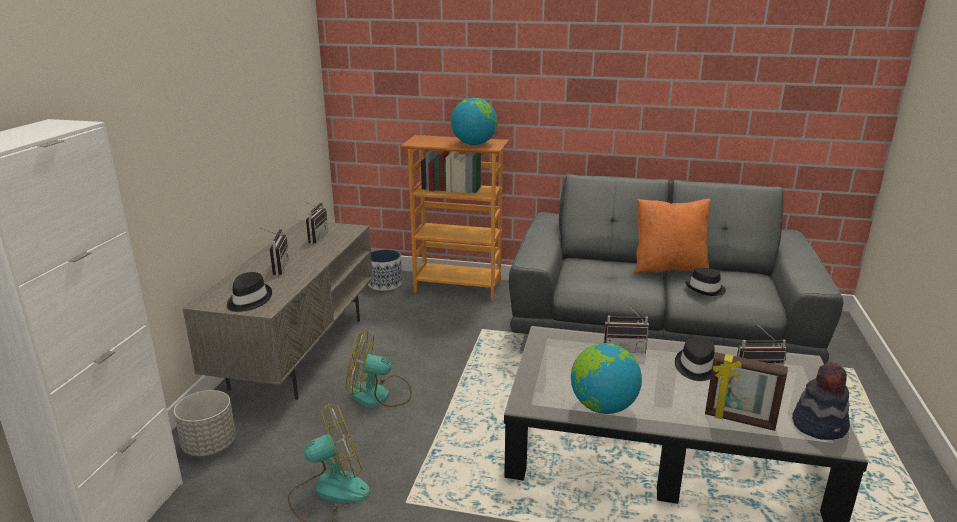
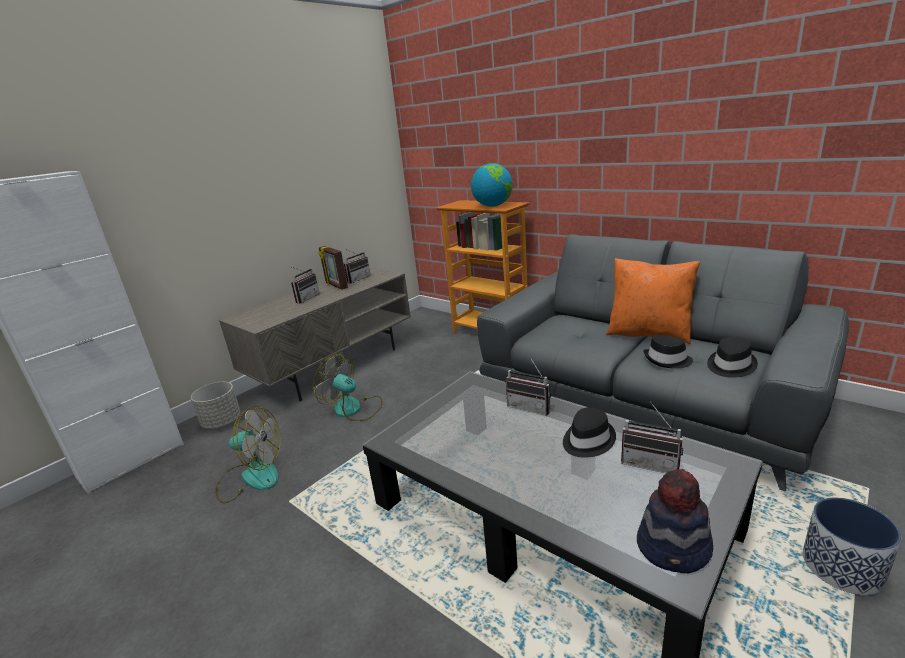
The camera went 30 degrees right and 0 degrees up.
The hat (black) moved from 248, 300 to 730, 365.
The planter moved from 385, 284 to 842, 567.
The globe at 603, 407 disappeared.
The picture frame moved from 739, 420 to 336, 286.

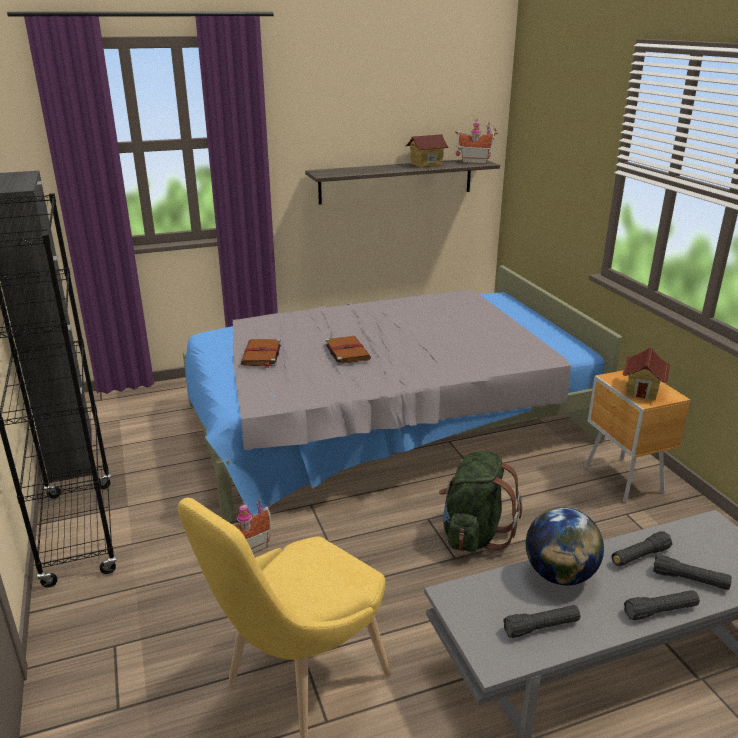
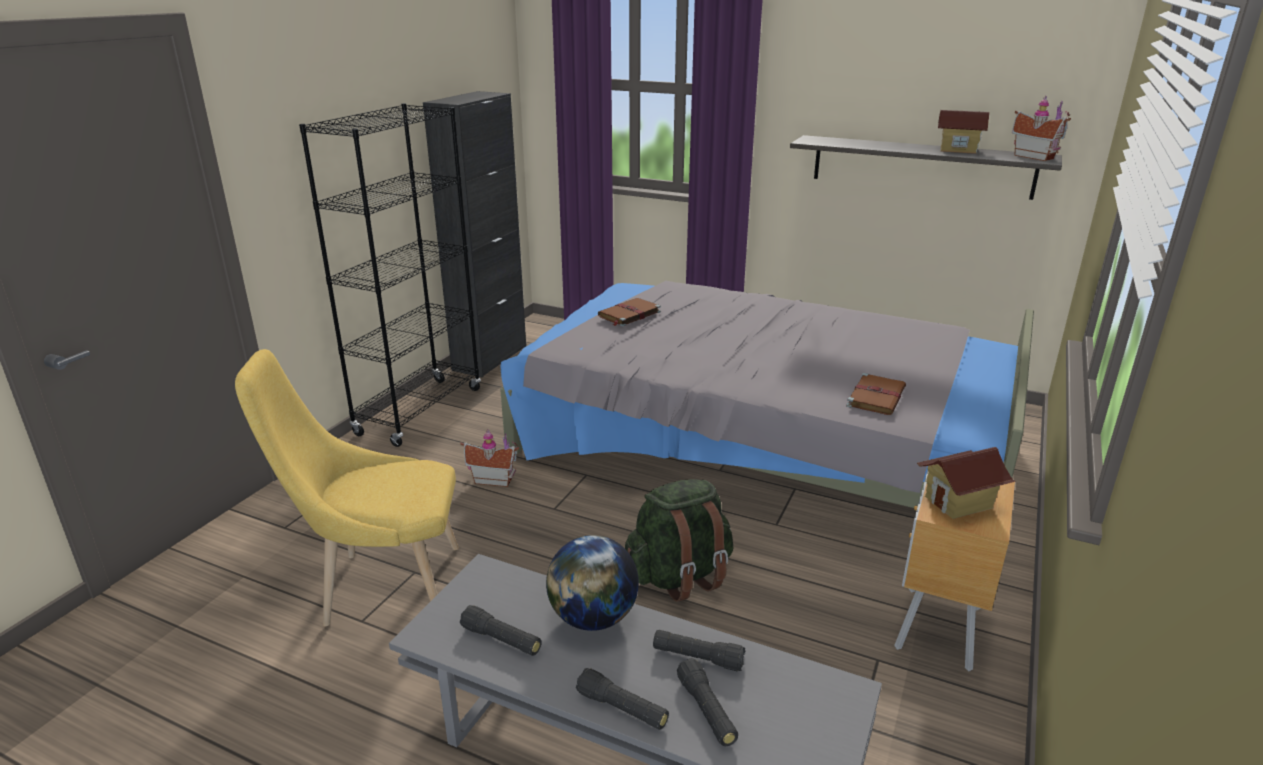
The camera went 45 degrees right and 0 degrees up.
The book (brown) moved from 346, 351 to 876, 396.

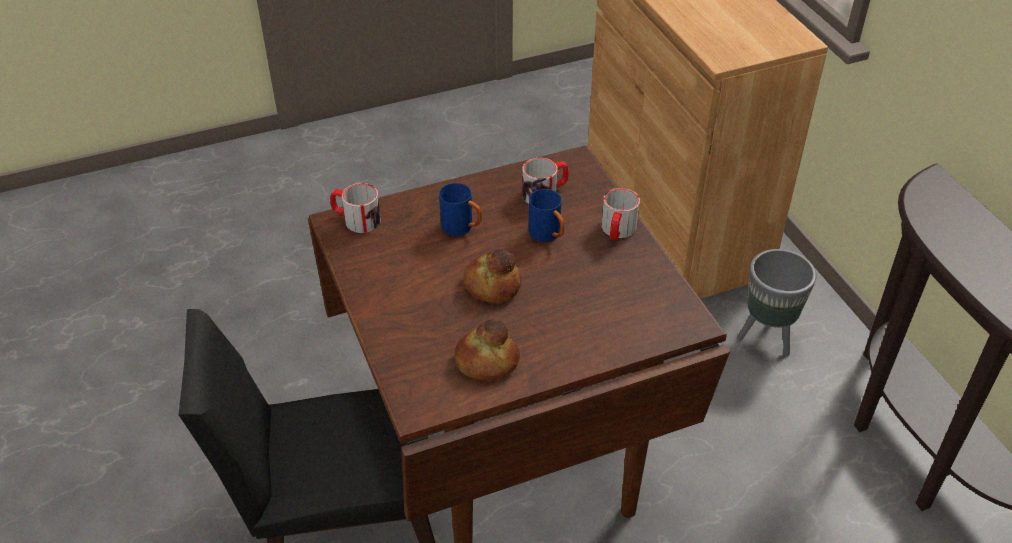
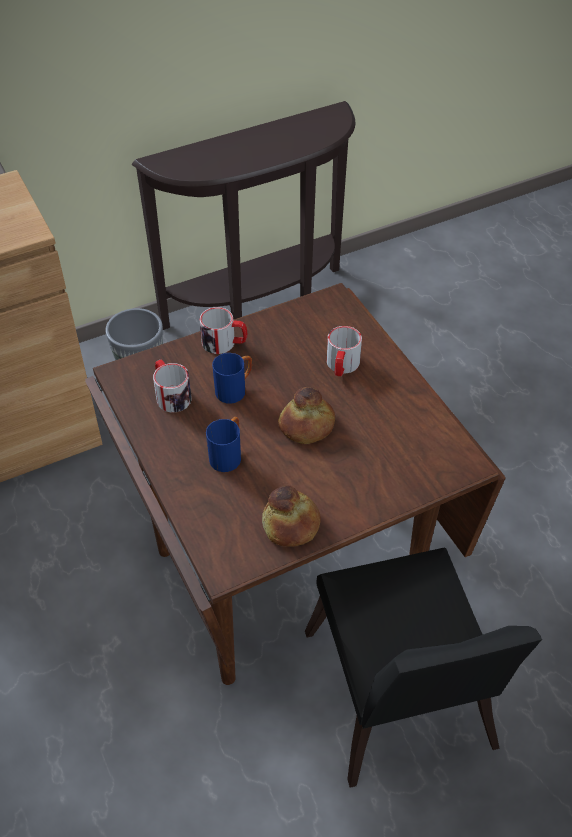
The camera went 95 degrees left and 5 degrees up.
The mug moved from 356, 219 to 341, 366.
The bread moved from 486, 361 to 291, 524.

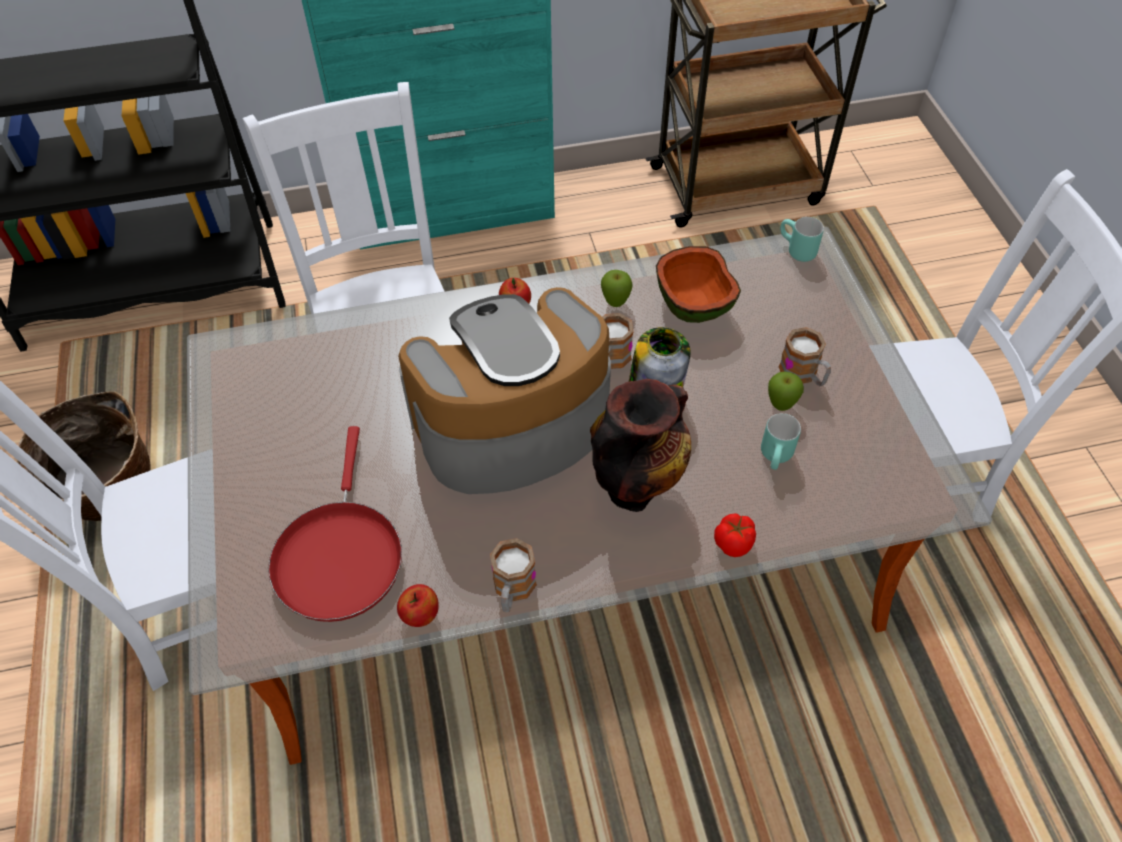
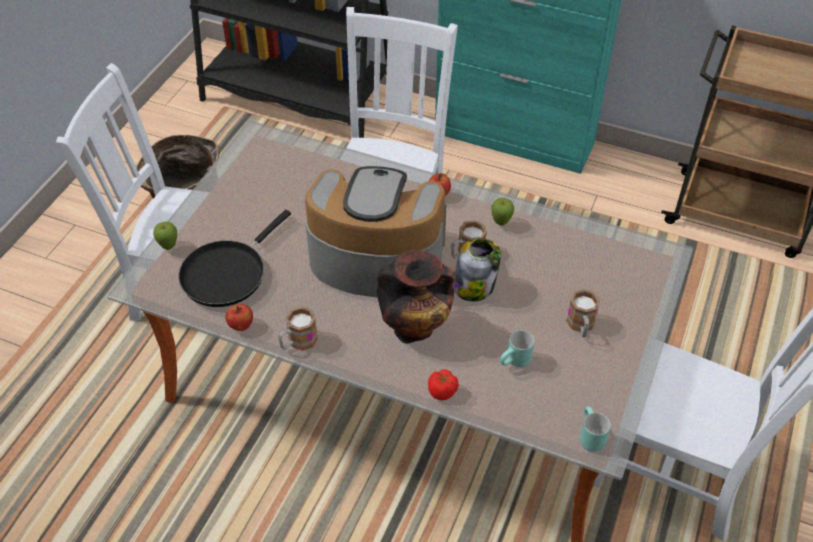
The camera went 35 degrees right and 5 degrees down.
The frying pan (red) at 339, 555 became the frying pan (black) at 227, 273.
The bowl at 694, 304 disappeared.
The apple moved from 780, 406 to 169, 247.
The mug (turquoise) moved from 795, 251 to 588, 436.

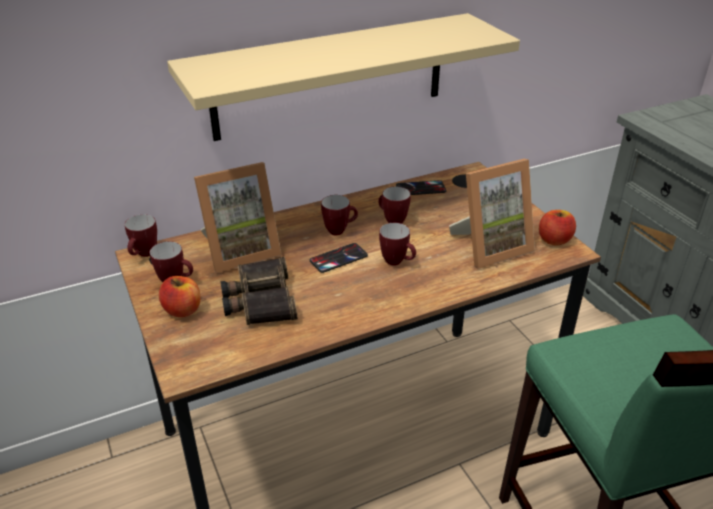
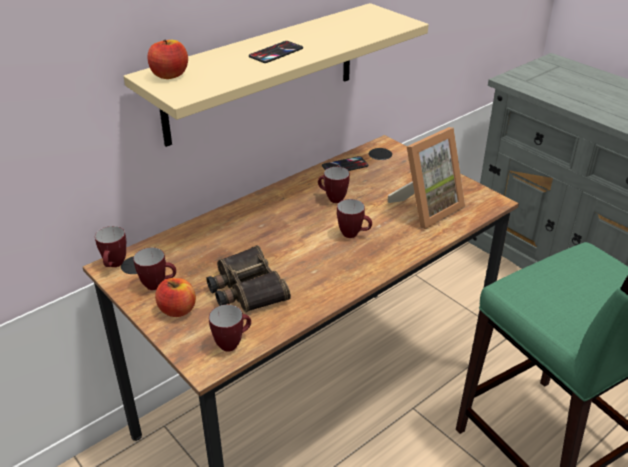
The camera went 15 degrees left and 0 degrees up.
The picture frame at 240, 251 disappeared.
The phone moved from 338, 258 to 276, 52.
The mug moved from 340, 230 to 232, 343.
The apple moved from 554, 240 to 169, 75.

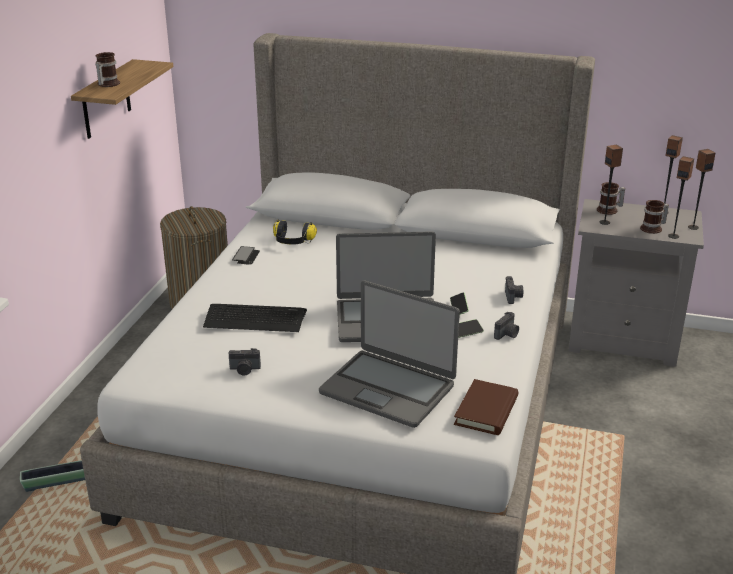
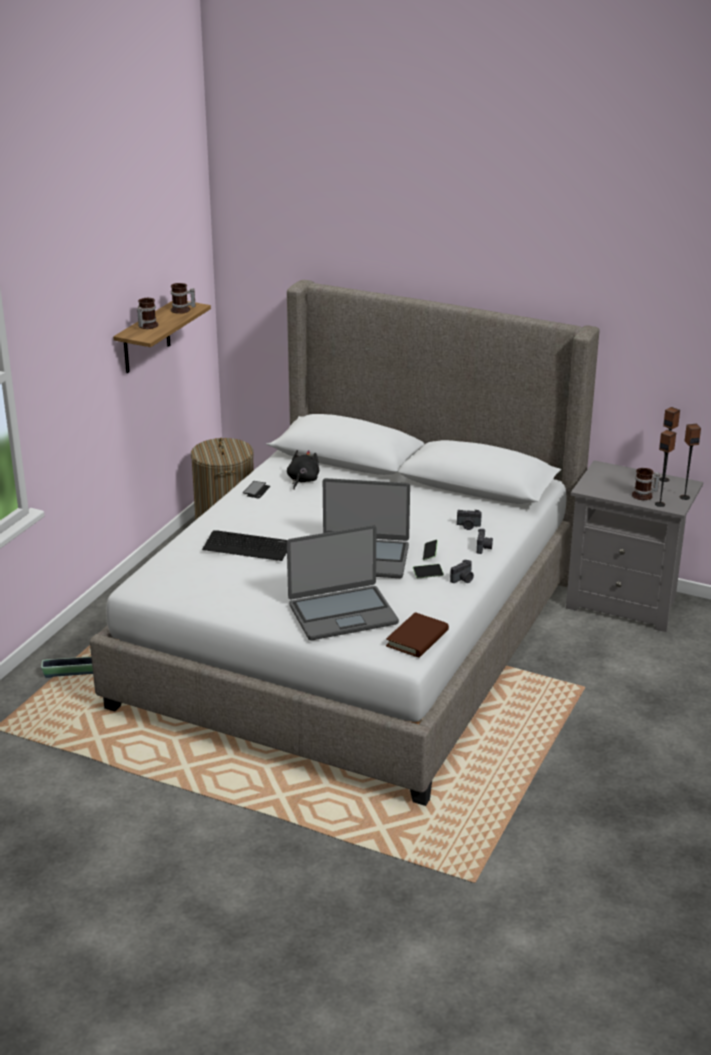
The camera went 10 degrees right and 0 degrees up.
The photo camera moved from 244, 370 to 468, 526.
The headphones at 292, 242 was replaced by the plush toy (black) at 302, 480.
The laptop at 388, 388 turned 60 degrees counterclockwise.
The mug moved from 609, 210 to 182, 310.
The speaker at 605, 222 disappeared.

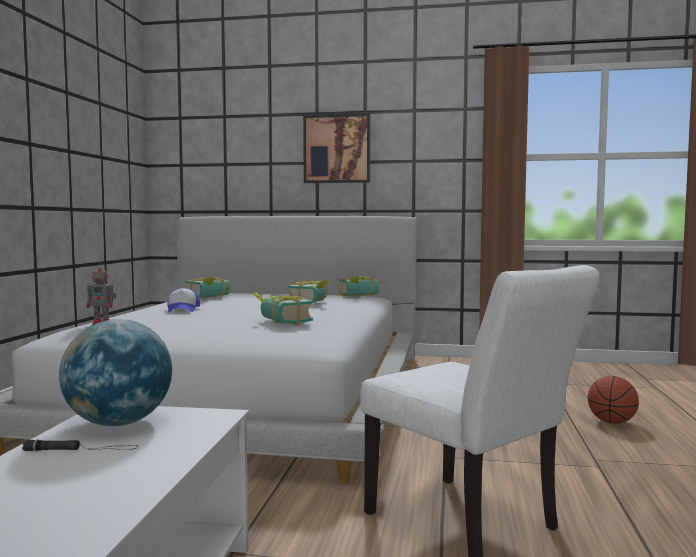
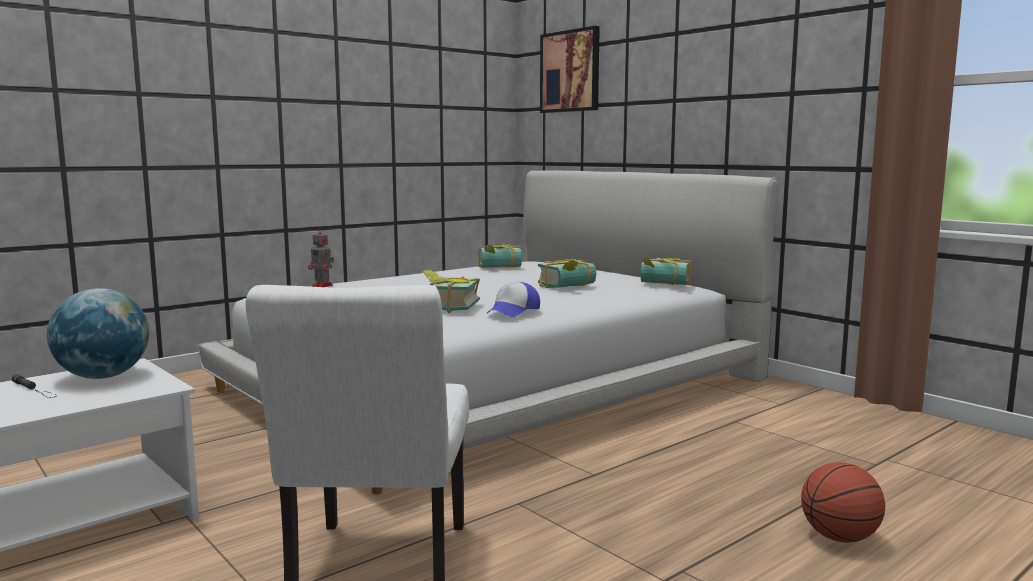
The camera went 40 degrees right and 5 degrees up.
The cap moved from 183, 310 to 513, 311.
The picture moved from 337, 149 to 570, 71.

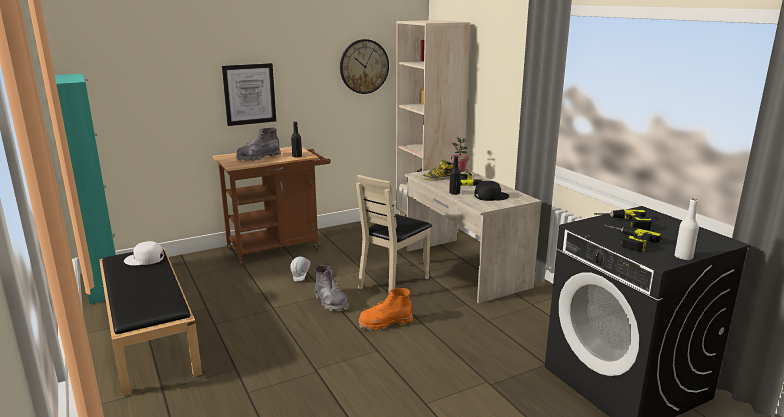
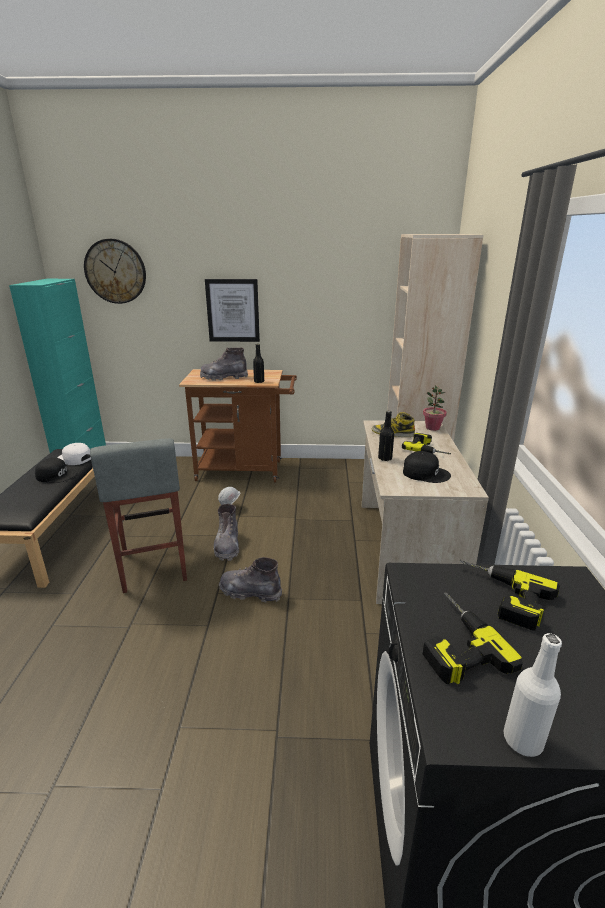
The camera went 30 degrees right and 5 degrees up.
The wall clock moved from 364, 66 to 115, 271.
The chair (beige) at 393, 282 disappeared.
The boot (orange) at 385, 323 became the boot (grey) at 250, 592.
The cap (black) at 56, 475 appeared.
The stool (grey) at 153, 567 appeared.

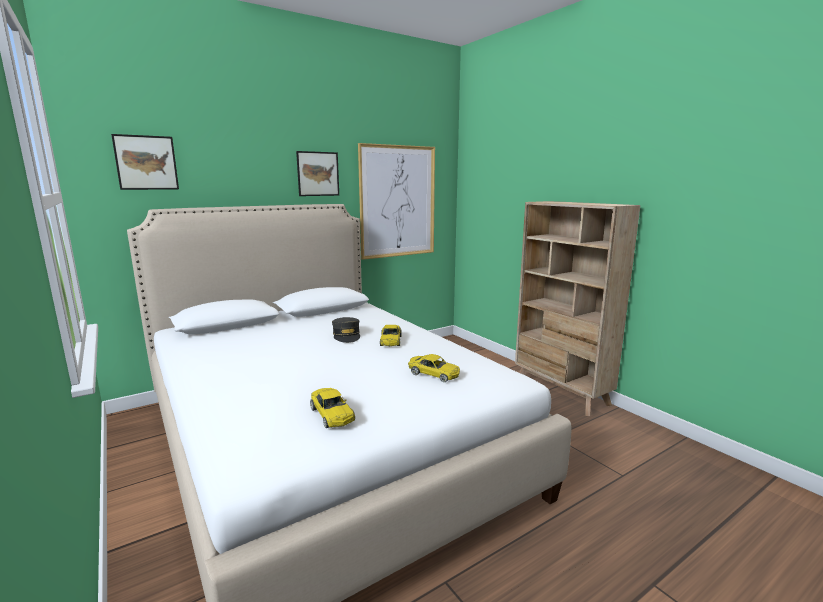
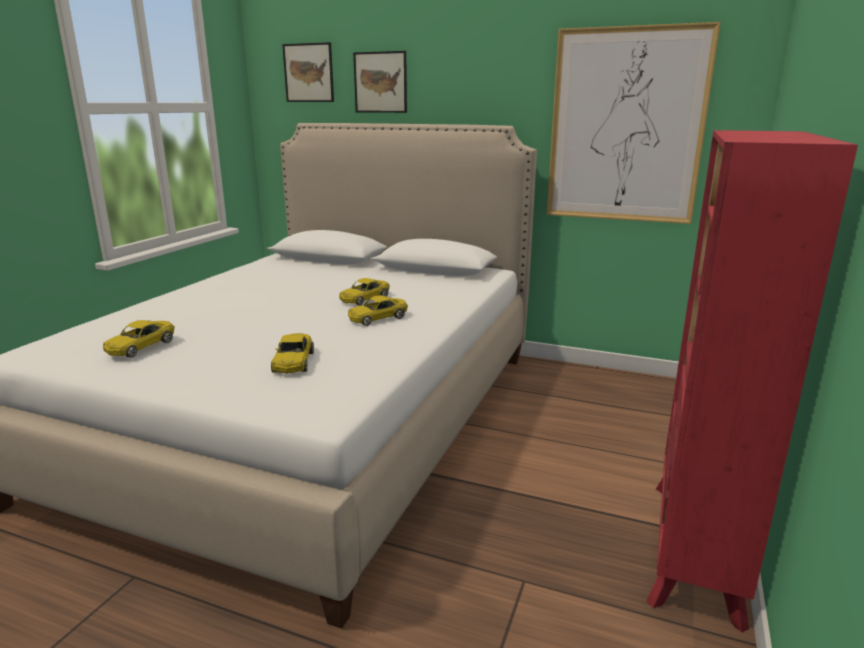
The camera went 55 degrees right and 5 degrees up.
The picture moved from 318, 174 to 380, 82.
The cap (grey) at 346, 336 was replaced by the toy car (yellow) at 365, 298.
The bookcase (beige) at 561, 393 became the bookcase (red) at 694, 549.

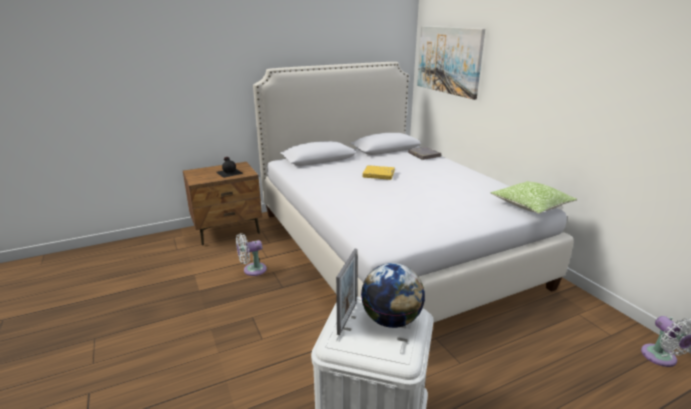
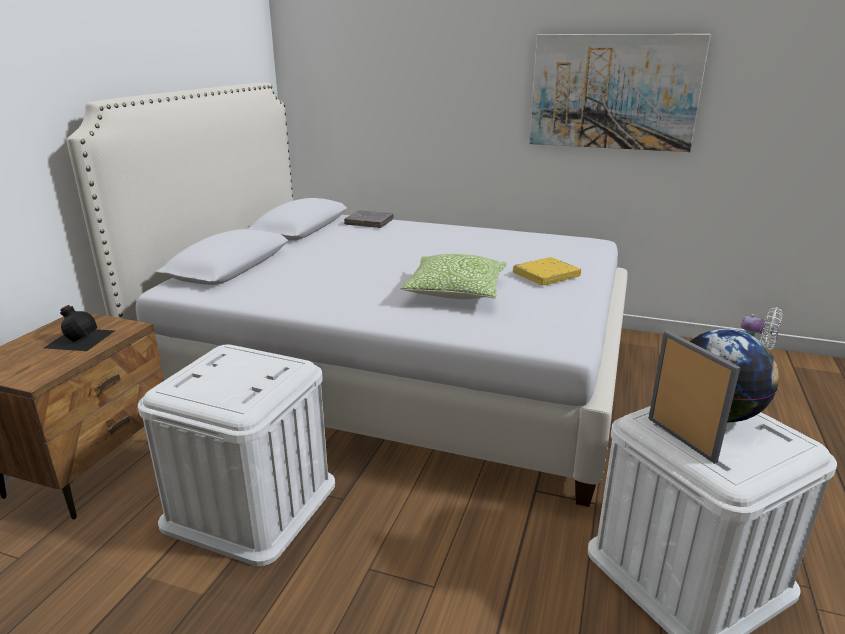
The camera went 45 degrees left and 0 degrees up.
The fan (white) at 252, 270 was replaced by the storage box (white) at 251, 503.
The book (yellow) moved from 378, 175 to 546, 275.
The picture moved from 448, 60 to 613, 92.
The pillow moved from 531, 206 to 455, 291.

